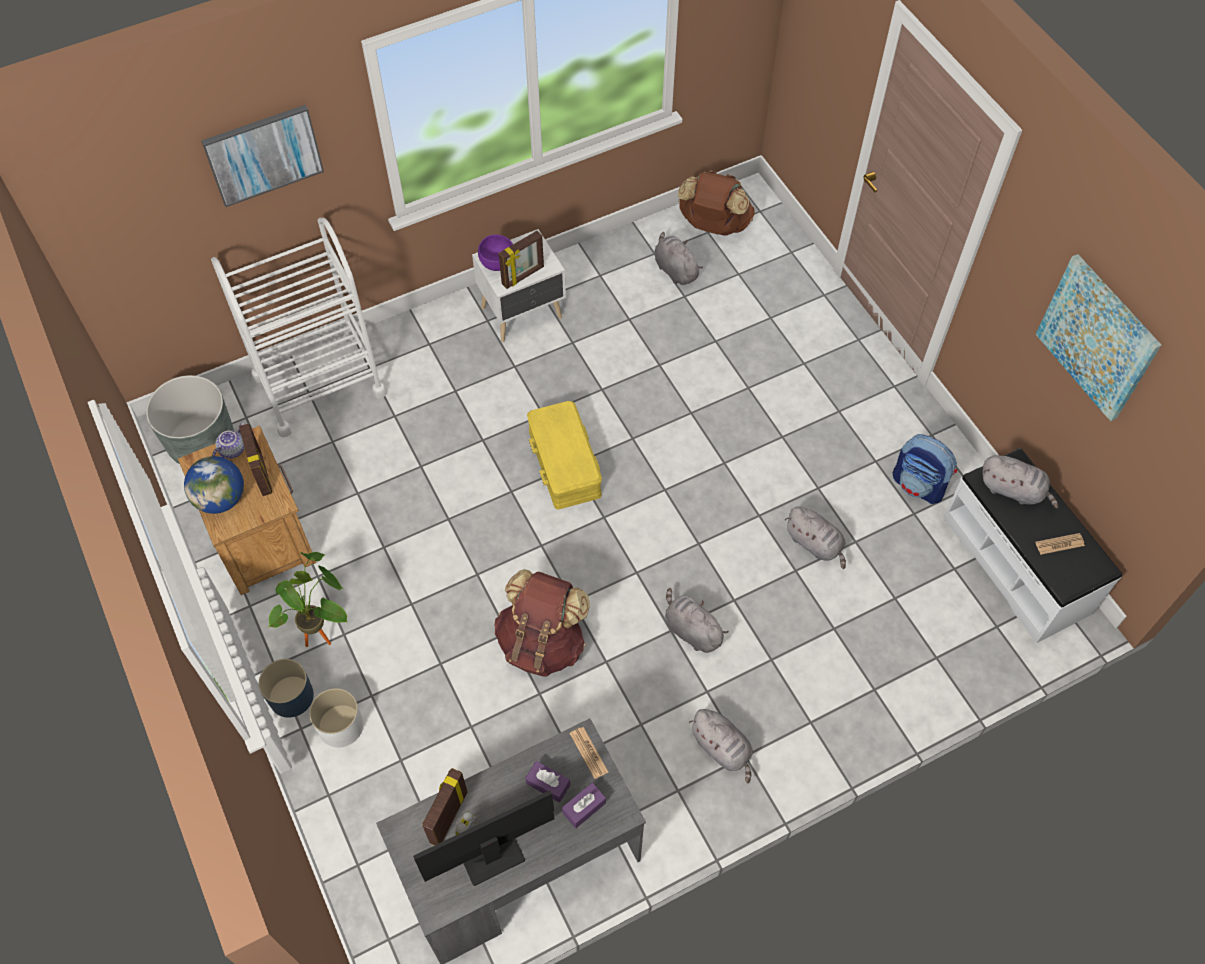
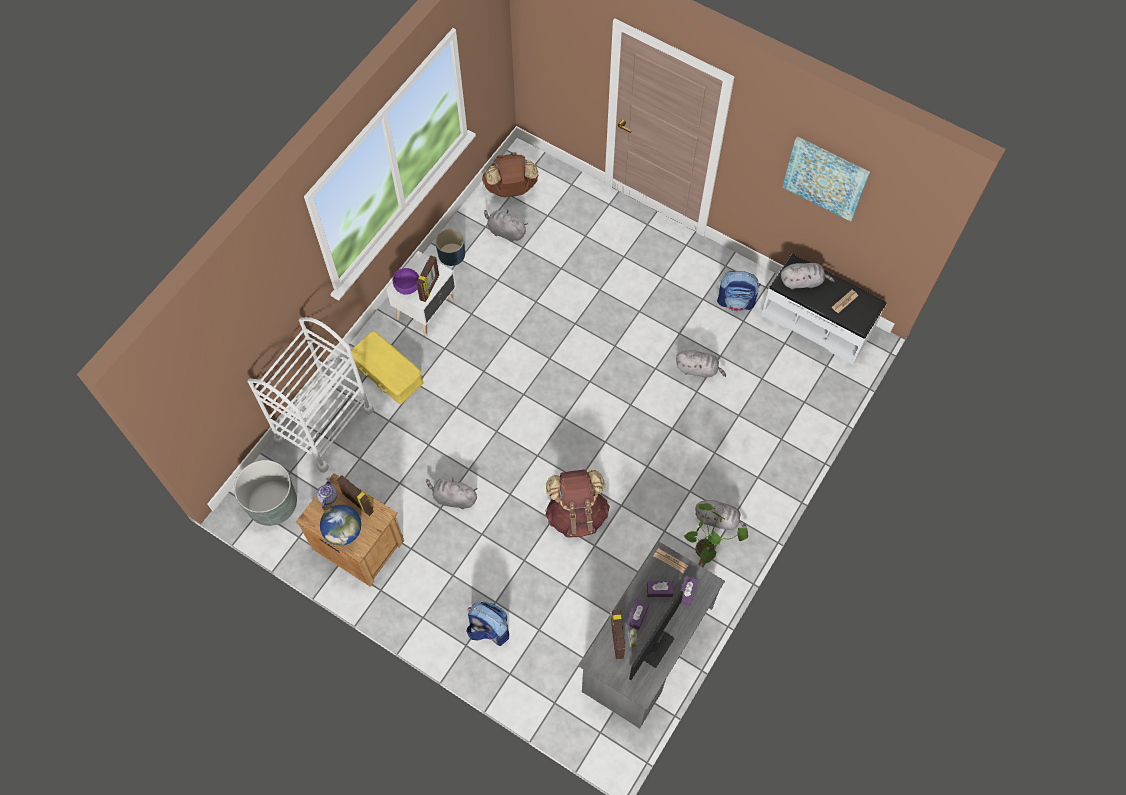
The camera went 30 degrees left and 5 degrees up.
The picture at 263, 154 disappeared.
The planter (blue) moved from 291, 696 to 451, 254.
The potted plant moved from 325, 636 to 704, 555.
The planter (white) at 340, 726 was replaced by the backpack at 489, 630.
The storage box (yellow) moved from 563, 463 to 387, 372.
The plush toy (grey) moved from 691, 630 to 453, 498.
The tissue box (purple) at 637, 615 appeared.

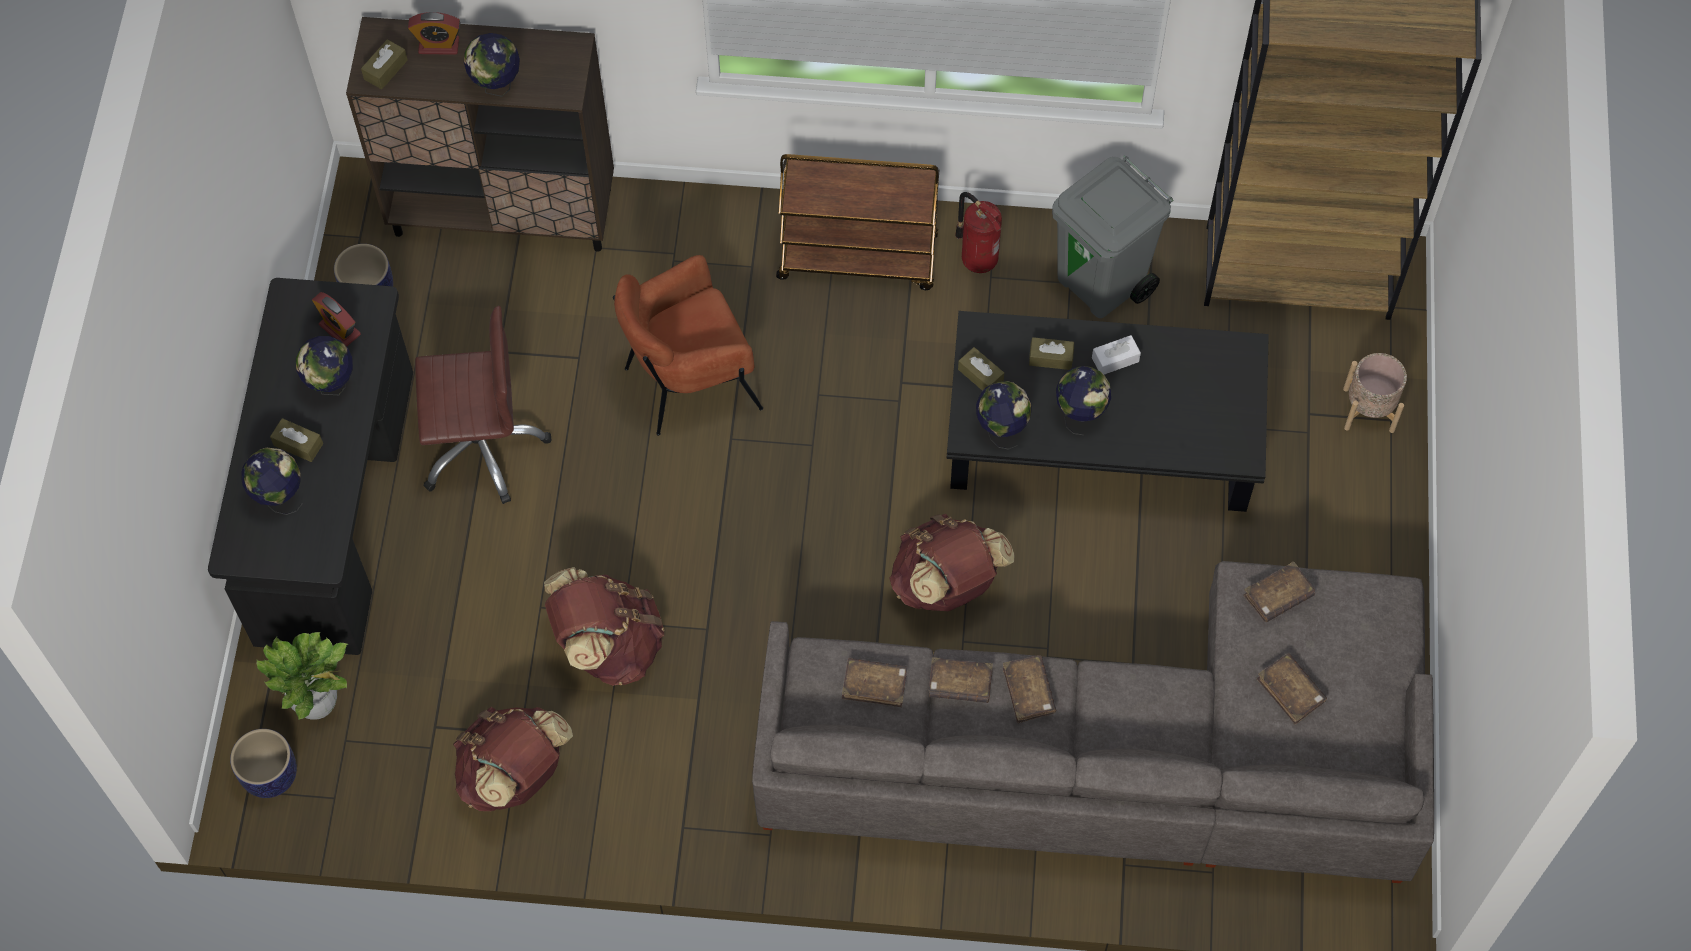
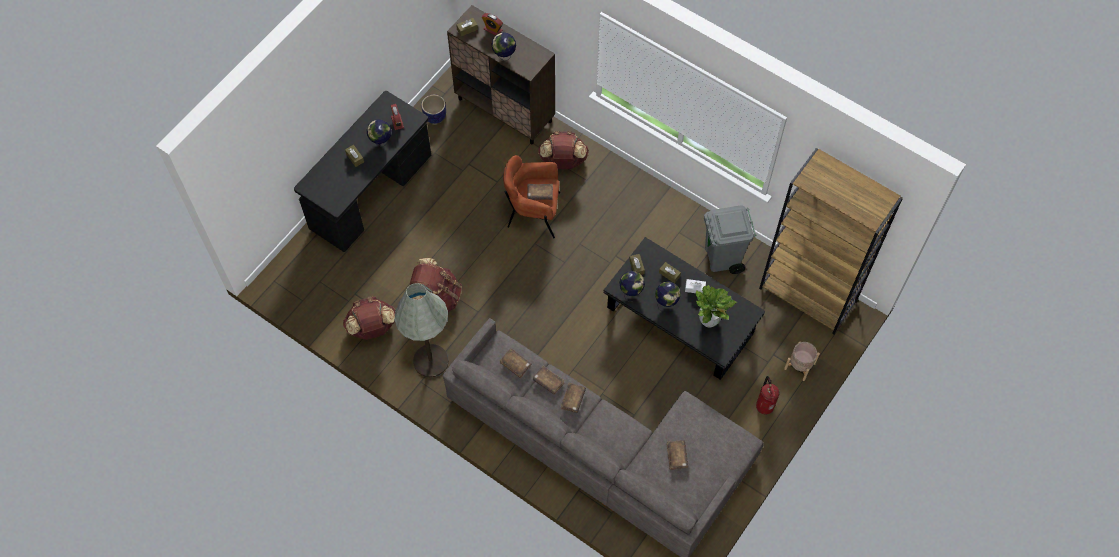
The camera went 30 degrees right and 0 degrees up.
The planter at 270, 775 disappeared.
The globe at 279, 496 disappeared.
The potted plant moved from 318, 704 to 709, 320.
The office chair (brown) at 481, 446 disappeared.
The cart (brown) at 859, 257 disappeared.
The backpack (brown) moved from 947, 585 to 563, 161.
The fire extinguisher moved from 978, 257 to 764, 405.
The book (brown) moved from 1278, 596 to 540, 194.
The floor lamp (grey) at 430, 361 appeared.

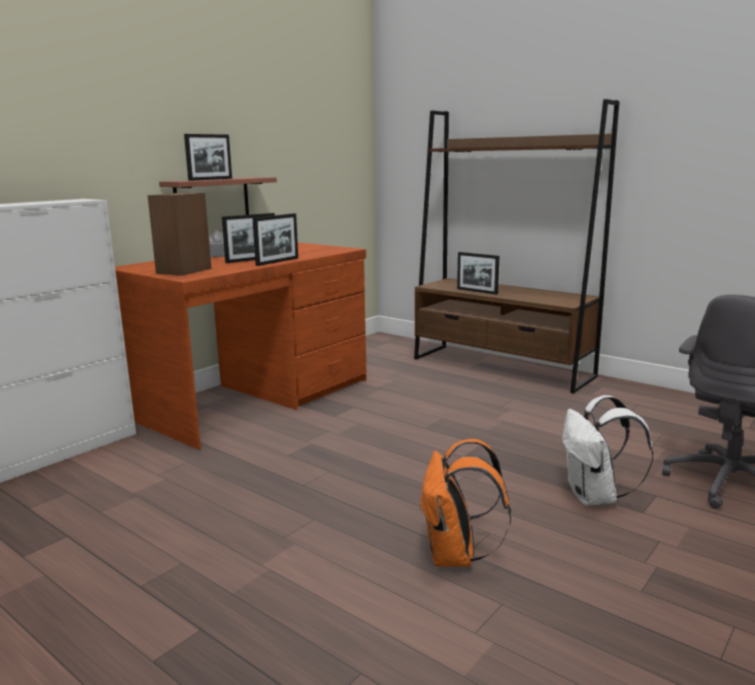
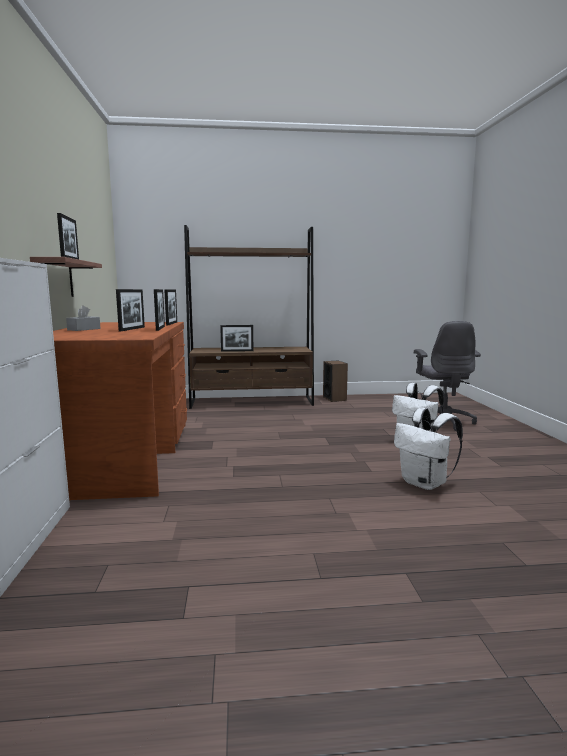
The camera went 45 degrees left and 5 degrees down.
The speaker moved from 184, 271 to 334, 398.
The backpack (orange) at 456, 556 became the backpack (white) at 425, 483.
The picture frame at 172, 323 appeared.

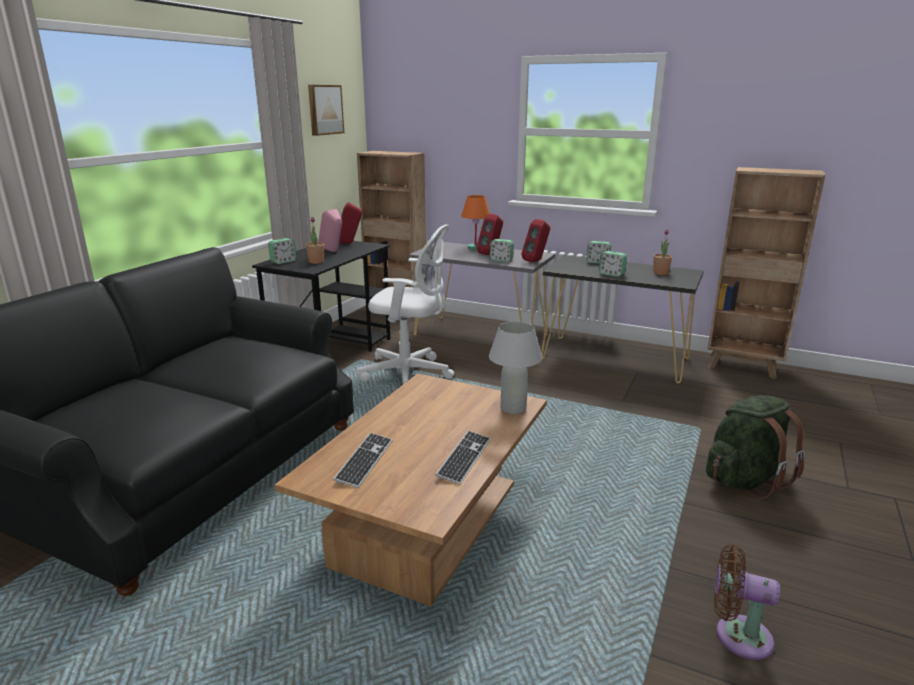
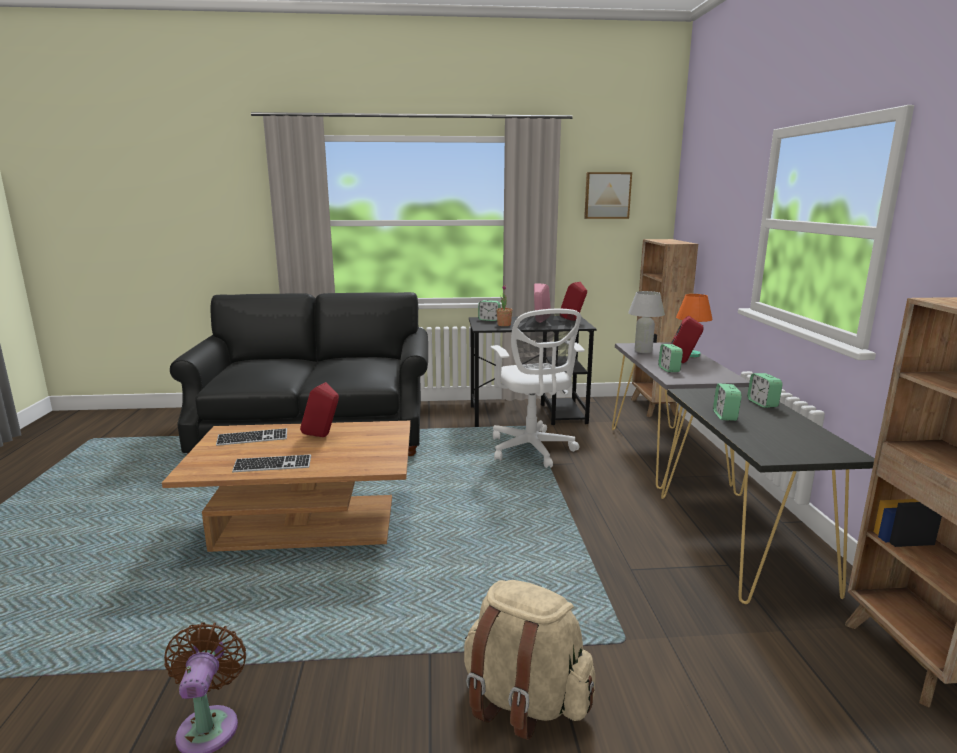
The camera went 60 degrees right and 5 degrees down.
The table lamp (white) moved from 513, 409 to 643, 351.
The speaker (red) moved from 536, 261 to 323, 436.
The potted plant at 660, 273 disappeared.
The backpack (green) at 745, 479 became the backpack (beige) at 524, 701.

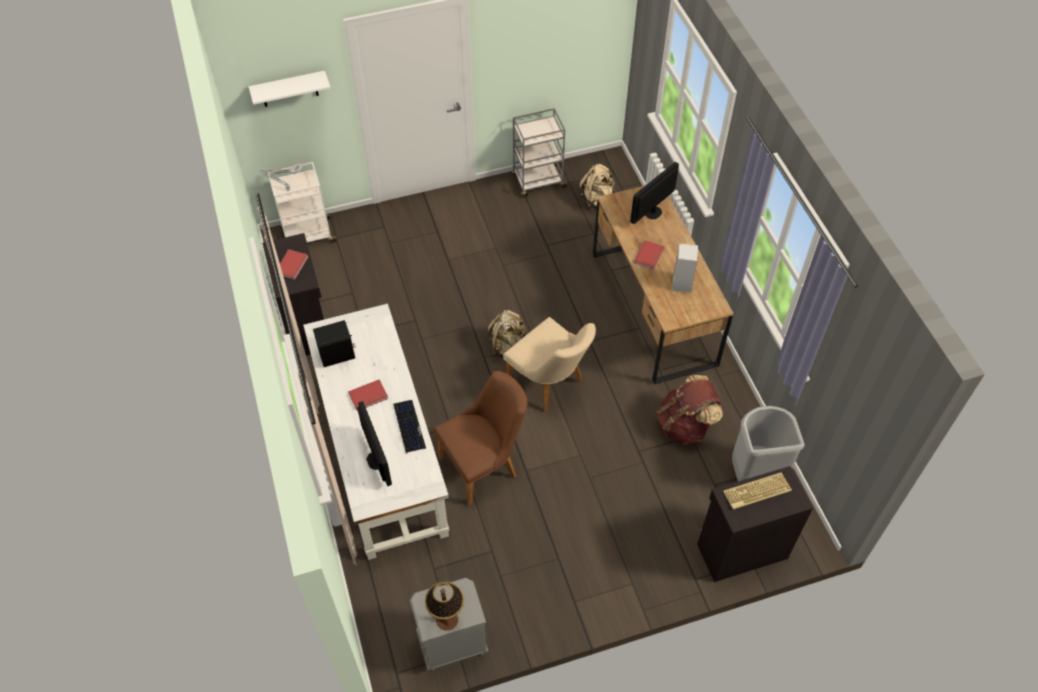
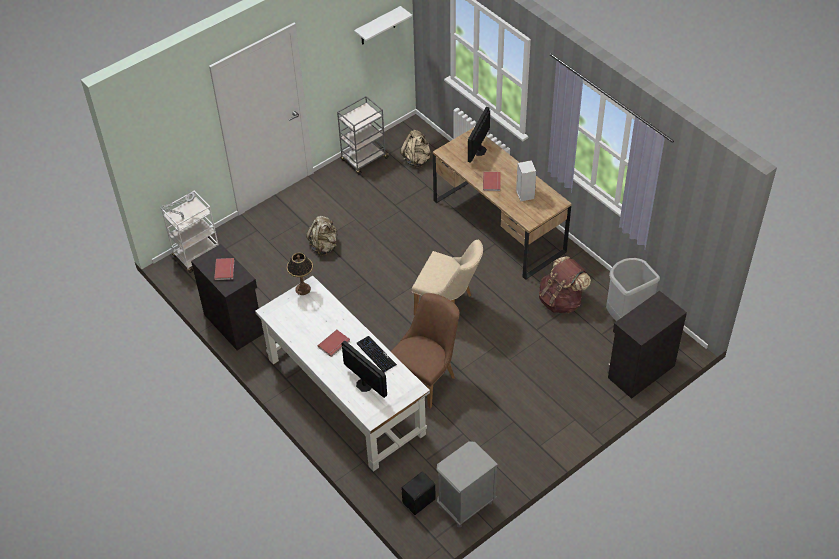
The camera went 20 degrees left and 5 degrees down.
The shelf (white) moved from 289, 89 to 378, 26.
The speaker (black) moved from 338, 355 to 420, 502.
The table lamp moved from 447, 619 to 302, 289.
The backpack (beige) moved from 506, 345 to 324, 246.
The keyboard at 757, 492 disappeared.

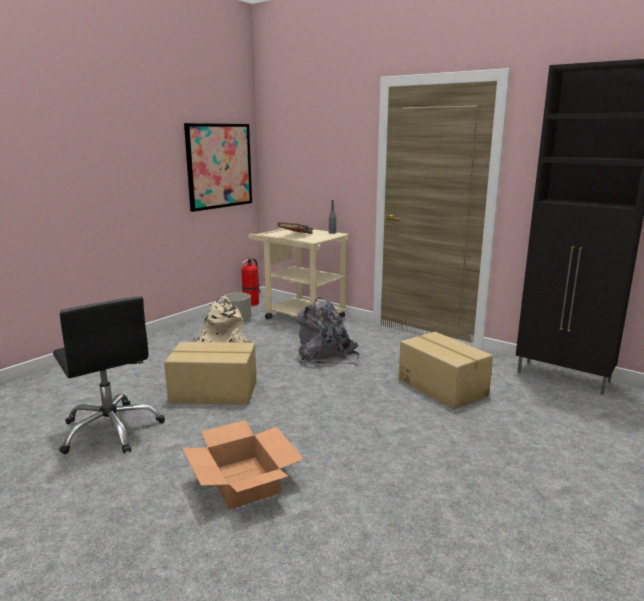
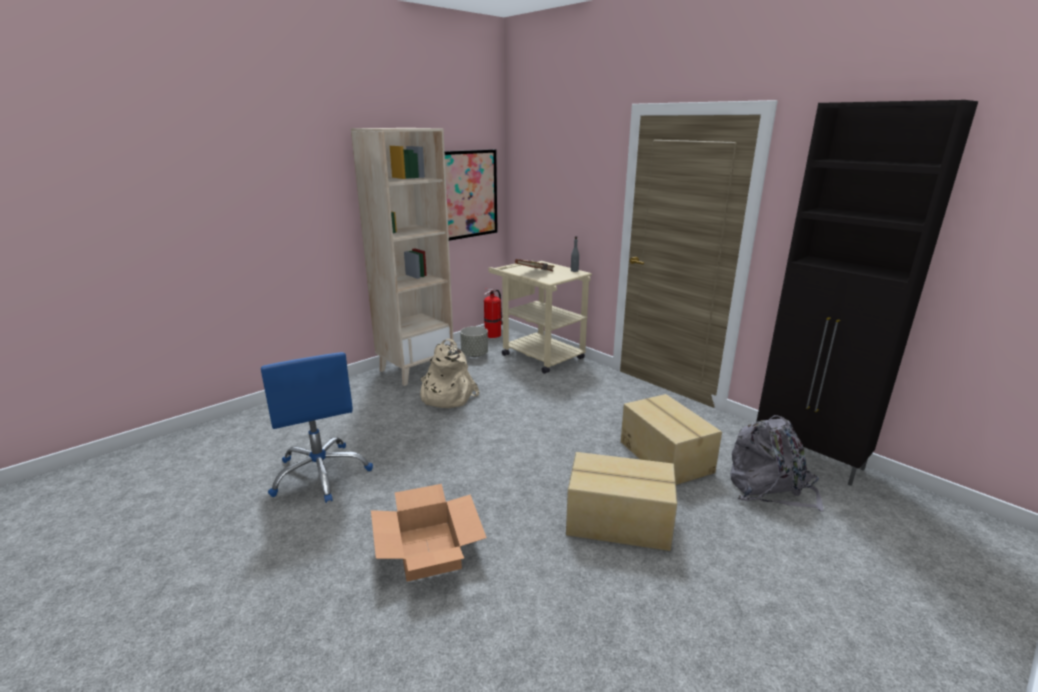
The camera went 10 degrees right and 5 degrees up.
The office chair (black) at 111, 430 became the office chair (blue) at 321, 474.
The cardboard box moved from 214, 392 to 619, 522.
The backpack (grey) moved from 326, 356 to 769, 488.
The bookcase (beige) at 416, 369 appeared.

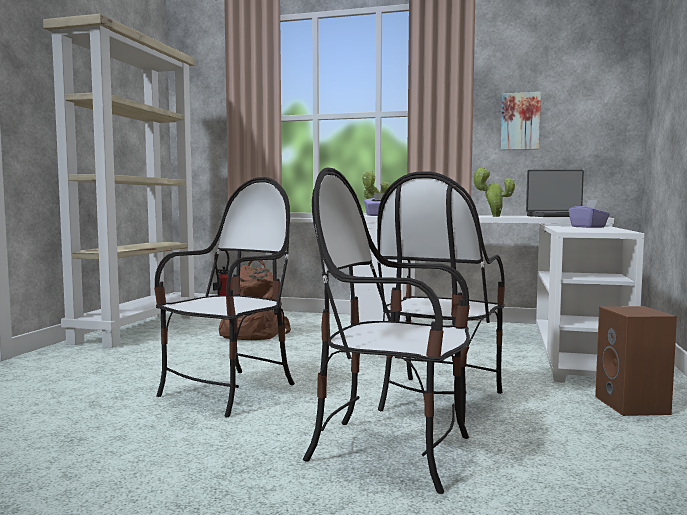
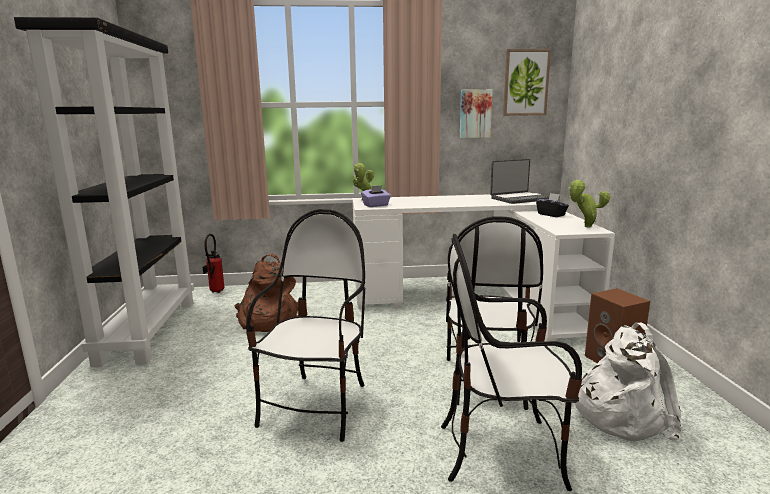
The camera went 20 degrees left and 10 degrees up.
The bookcase (beige) at 137, 328 became the bookcase (black) at 148, 330.
The potted plant moved from 493, 216 to 585, 226.
The tissue box (purple) at 588, 227 became the tissue box (black) at 551, 215.
The picture at 525, 83 appeared.
The backpack (white) at 621, 414 appeared.

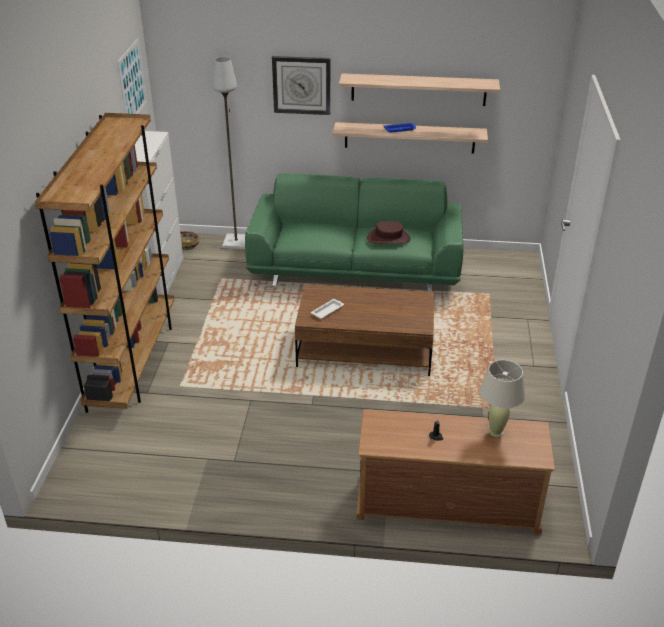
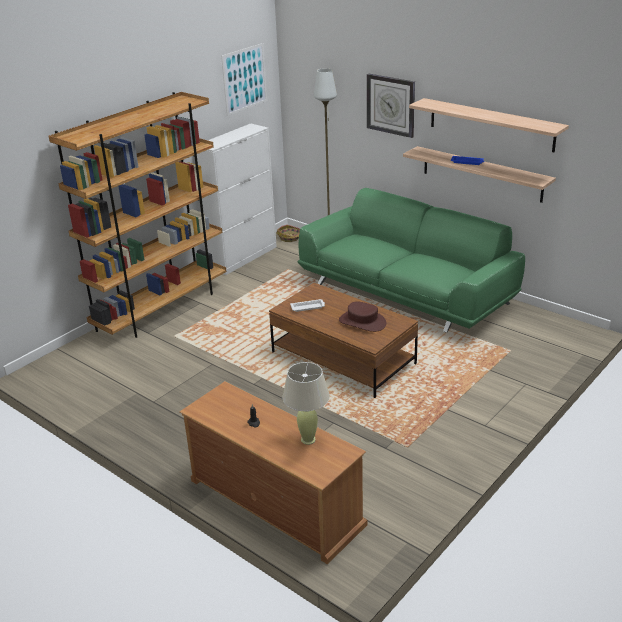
The camera went 35 degrees right and 5 degrees down.
The hat (brown) moved from 388, 238 to 362, 322.

